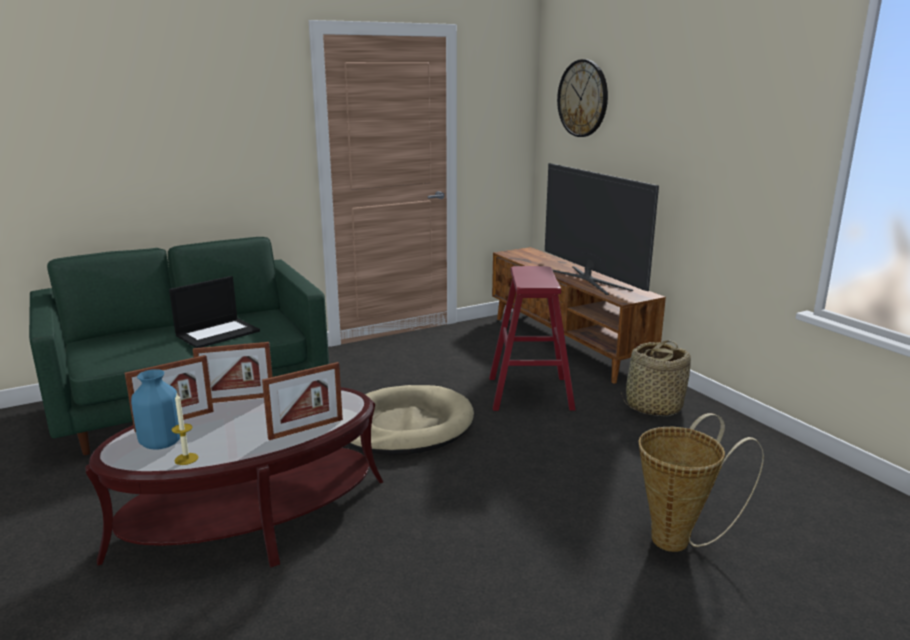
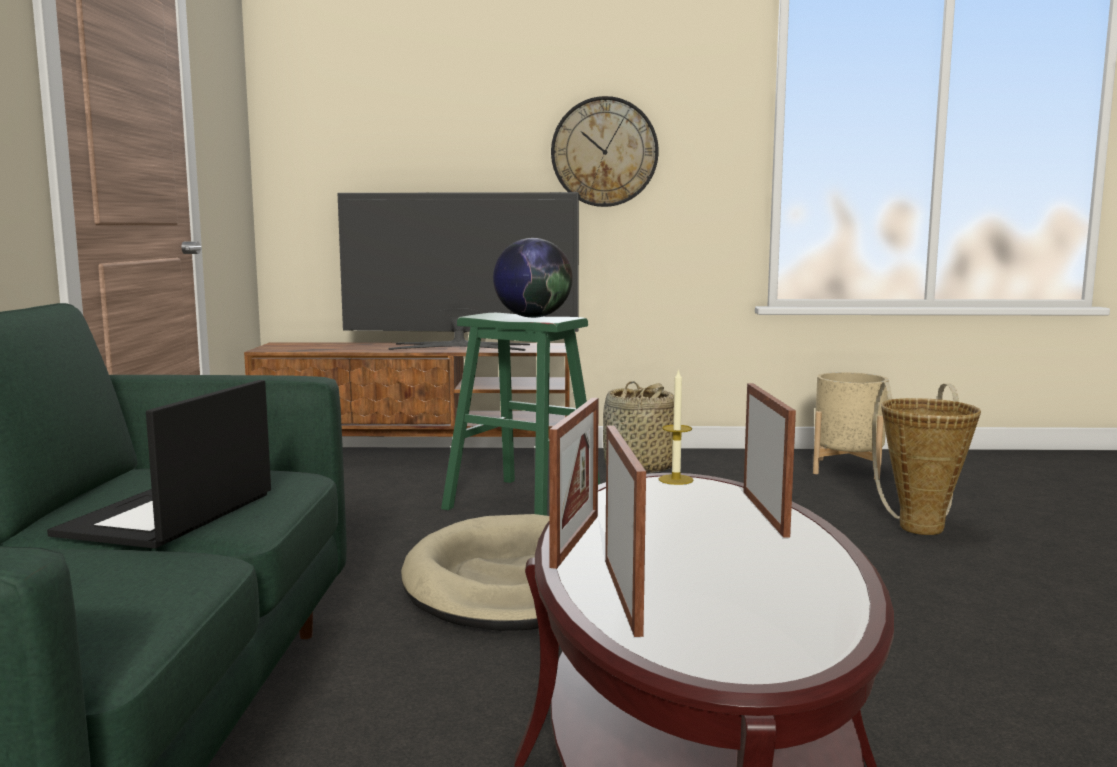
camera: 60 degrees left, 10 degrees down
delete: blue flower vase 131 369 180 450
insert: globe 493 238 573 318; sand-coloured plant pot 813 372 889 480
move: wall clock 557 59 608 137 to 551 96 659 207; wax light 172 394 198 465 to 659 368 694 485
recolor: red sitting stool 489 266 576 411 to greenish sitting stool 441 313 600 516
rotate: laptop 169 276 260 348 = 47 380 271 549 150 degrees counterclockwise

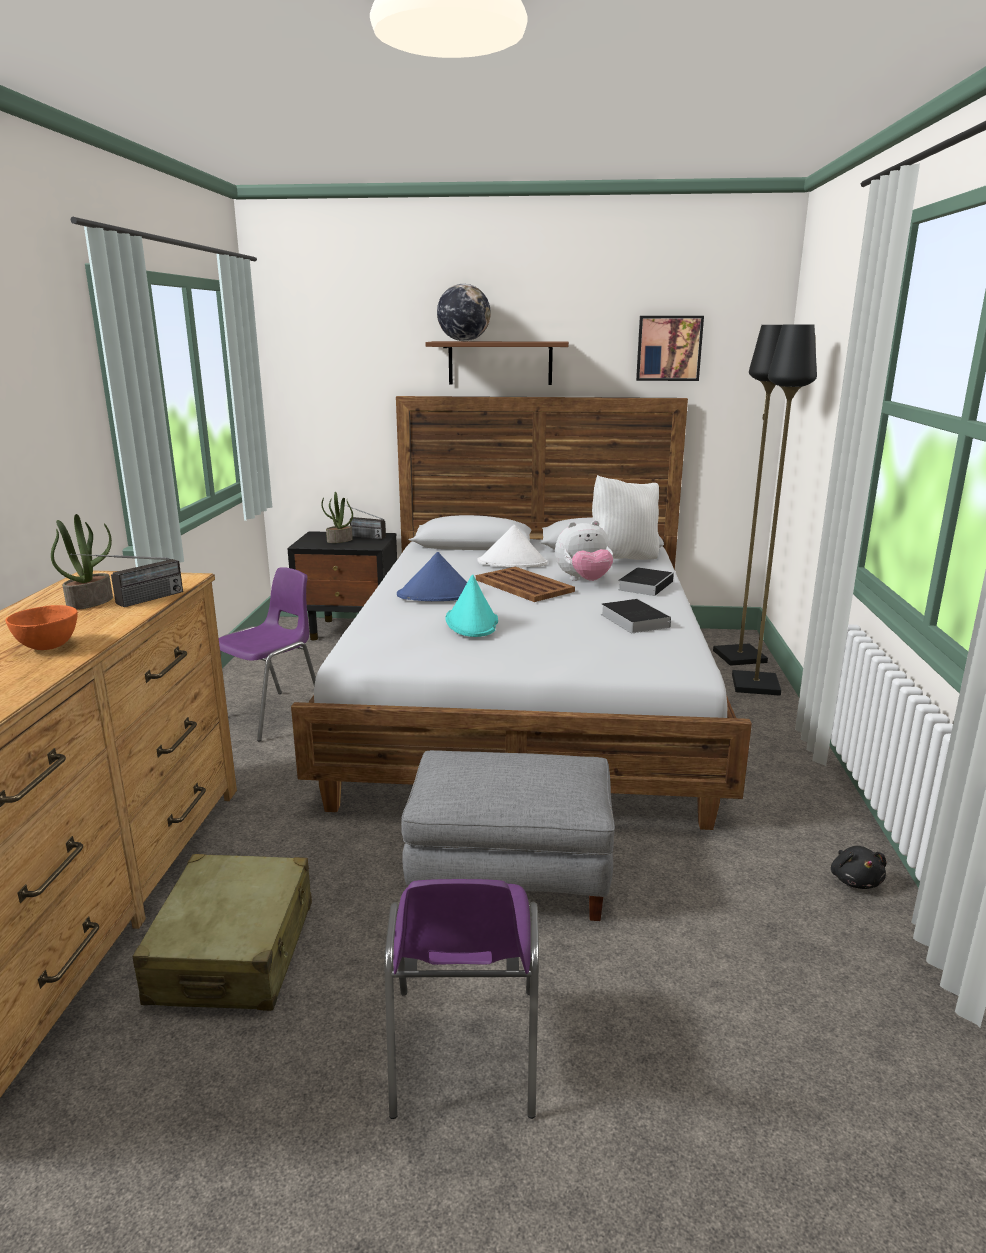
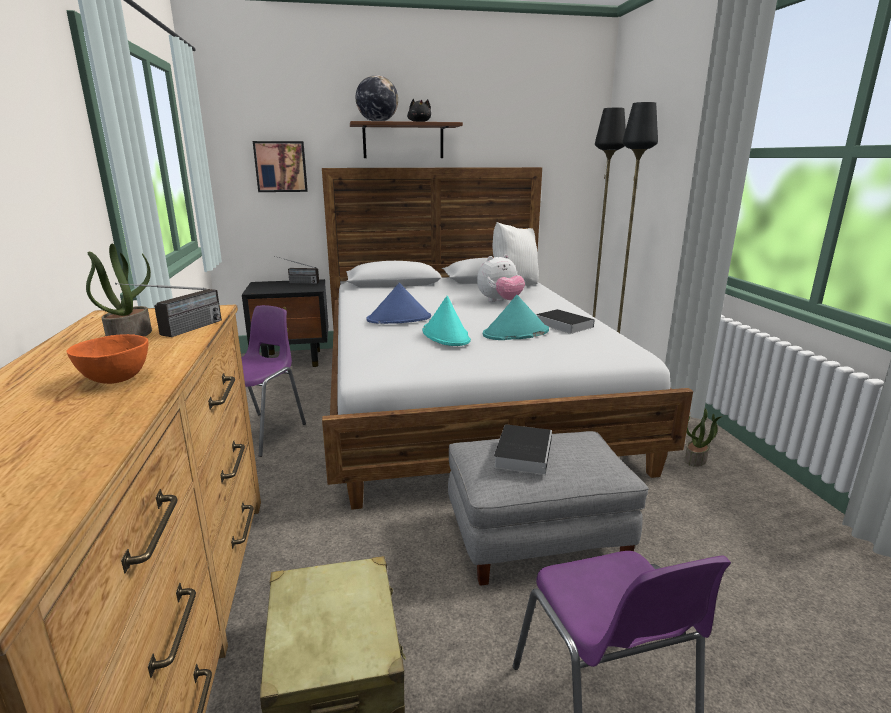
camera: 15 degrees left, 0 degrees up
delete: brownish tray 476 567 575 602; whitish hat 477 525 548 568
insert: turquoise hat 483 295 549 340
move: wall picture 636 316 704 381 to 253 141 308 192; blackish soft toy 831 846 887 889 to 407 99 431 122; book 618 567 674 596 to 493 424 552 475; houseplant 322 492 353 543 to 685 408 722 467

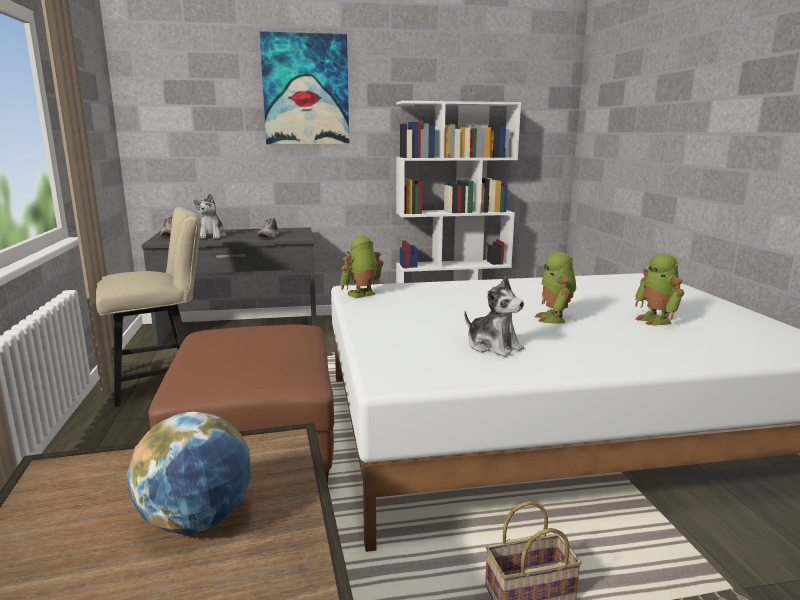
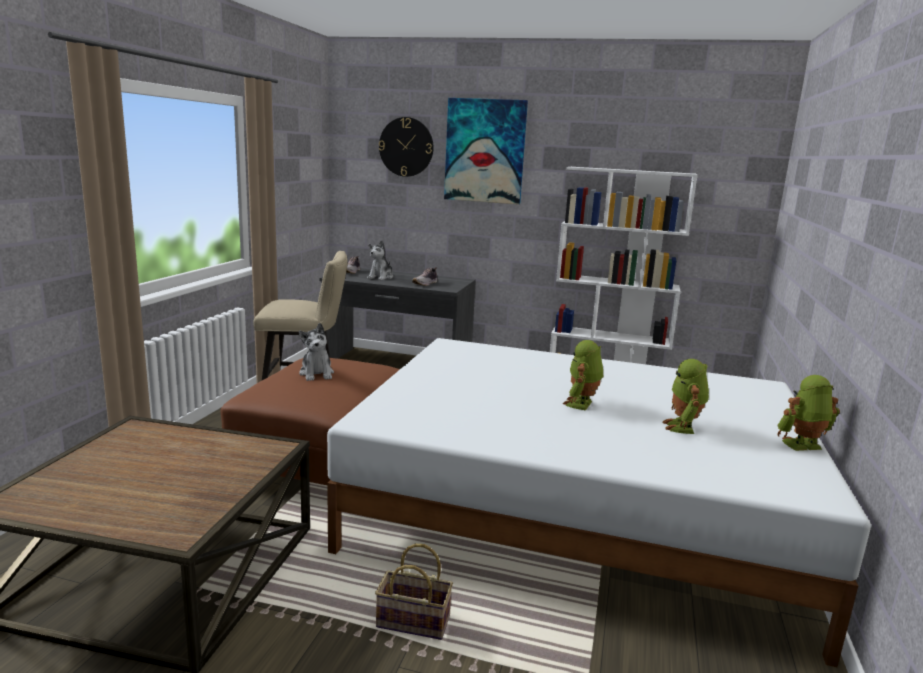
camera: 25 degrees right, 0 degrees up
delete: globe 127 412 251 534
insert: wall clock 379 117 433 177
move: soft toy 464 276 524 357 to 299 323 334 381; model robot 340 236 383 298 to 777 375 840 451

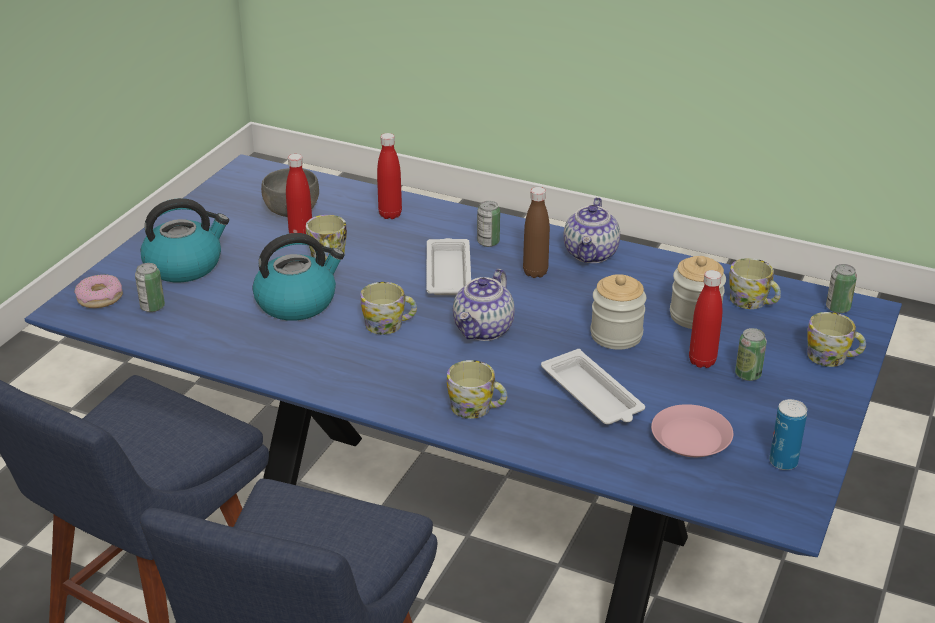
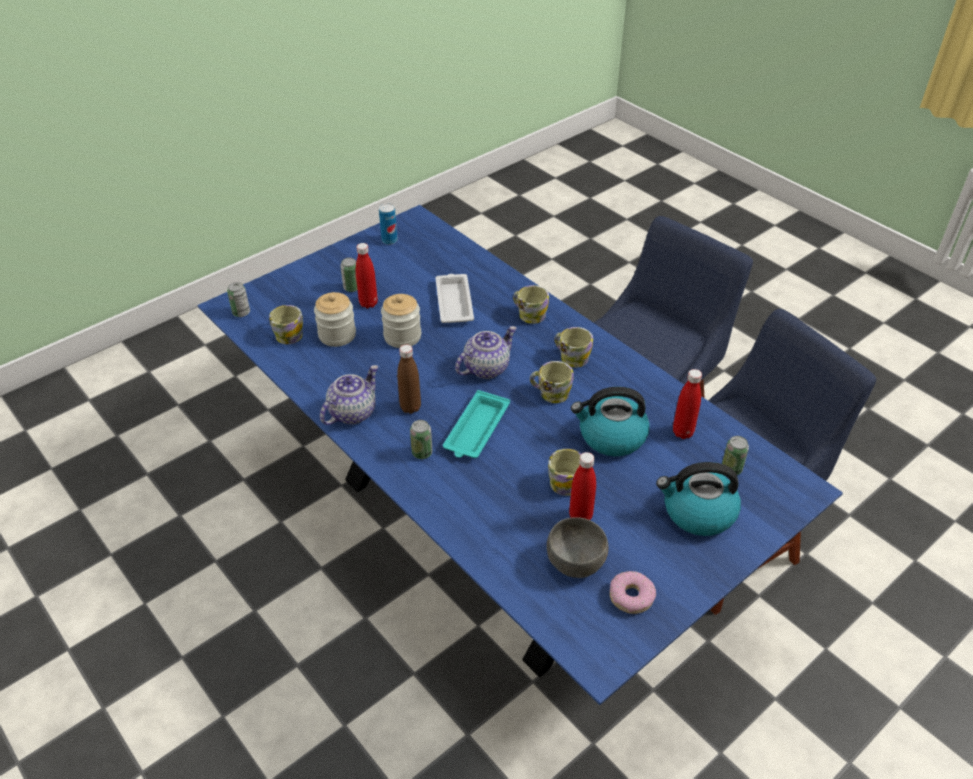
camera: 155 degrees left, 10 degrees up
delete: pinkish plate 651 404 733 457
move: mug 807 312 866 367 to 554 327 593 368; ring doughnut 74 275 123 308 to 610 571 656 614; red drink bottle 377 133 402 219 to 673 369 702 439
recolor: whitish tray 427 238 471 295 to turquoise tray 443 390 510 458

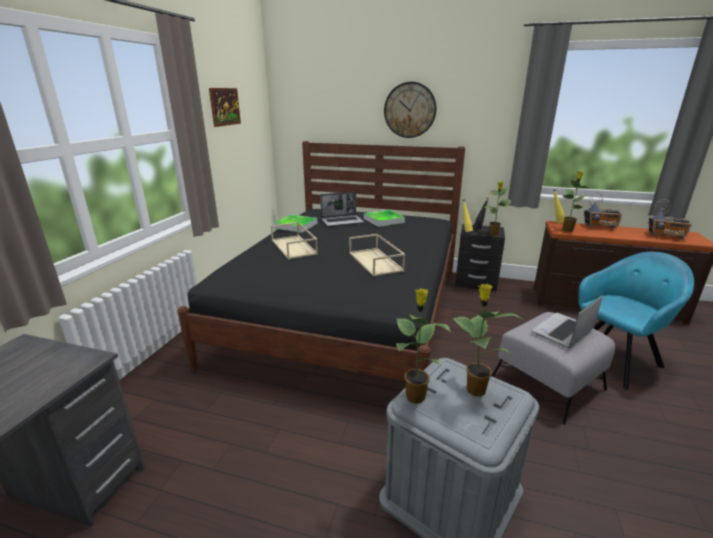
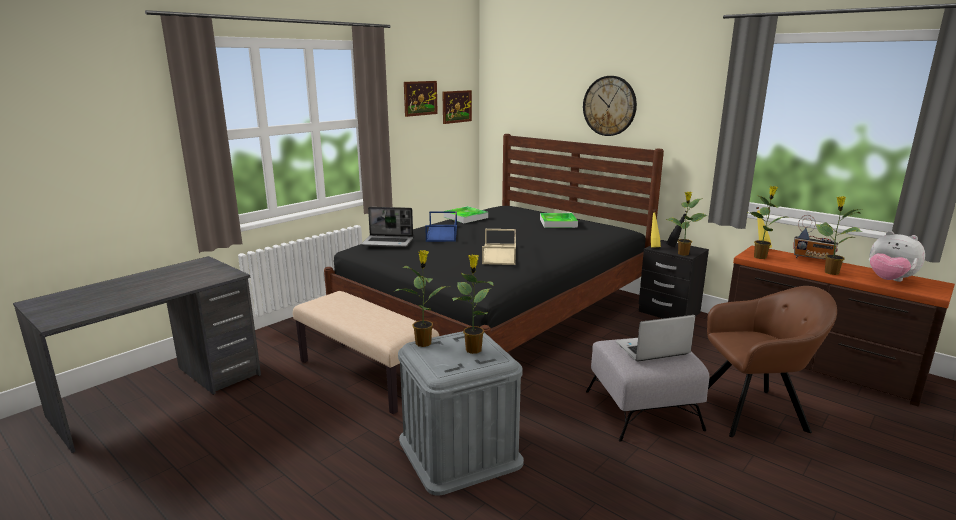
camera: 25 degrees right, 5 degrees down
insert: sand-coloured bench 293 291 439 414; wall picture 442 90 472 124; houseplant 815 196 863 275
move: laptop 320 191 364 226 to 361 207 413 247
replace: radio set 648 199 692 239 to soft toy 869 231 925 282
recolor: sand-coloured tray 271 222 318 259 to blue tray 425 211 457 242; turquoise lounge chair 578 252 694 390 to brownish lounge chair 707 286 837 437

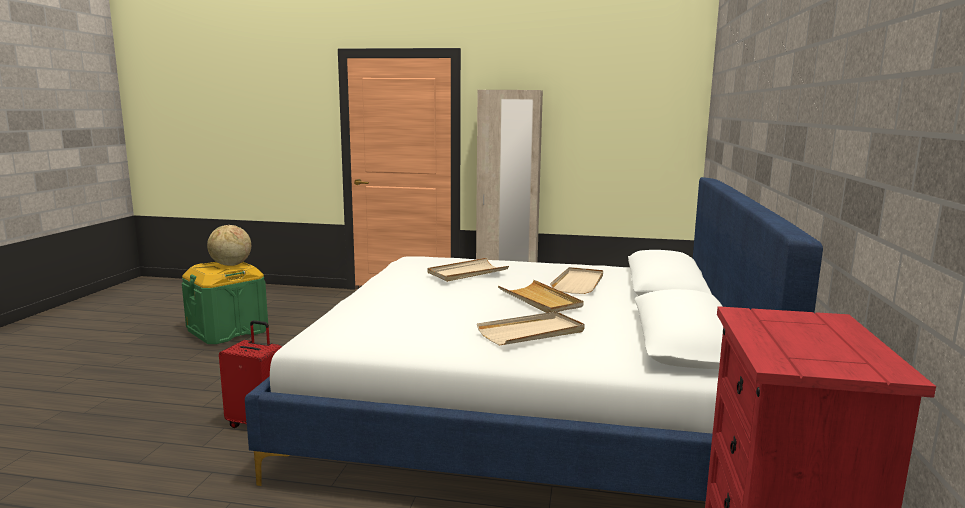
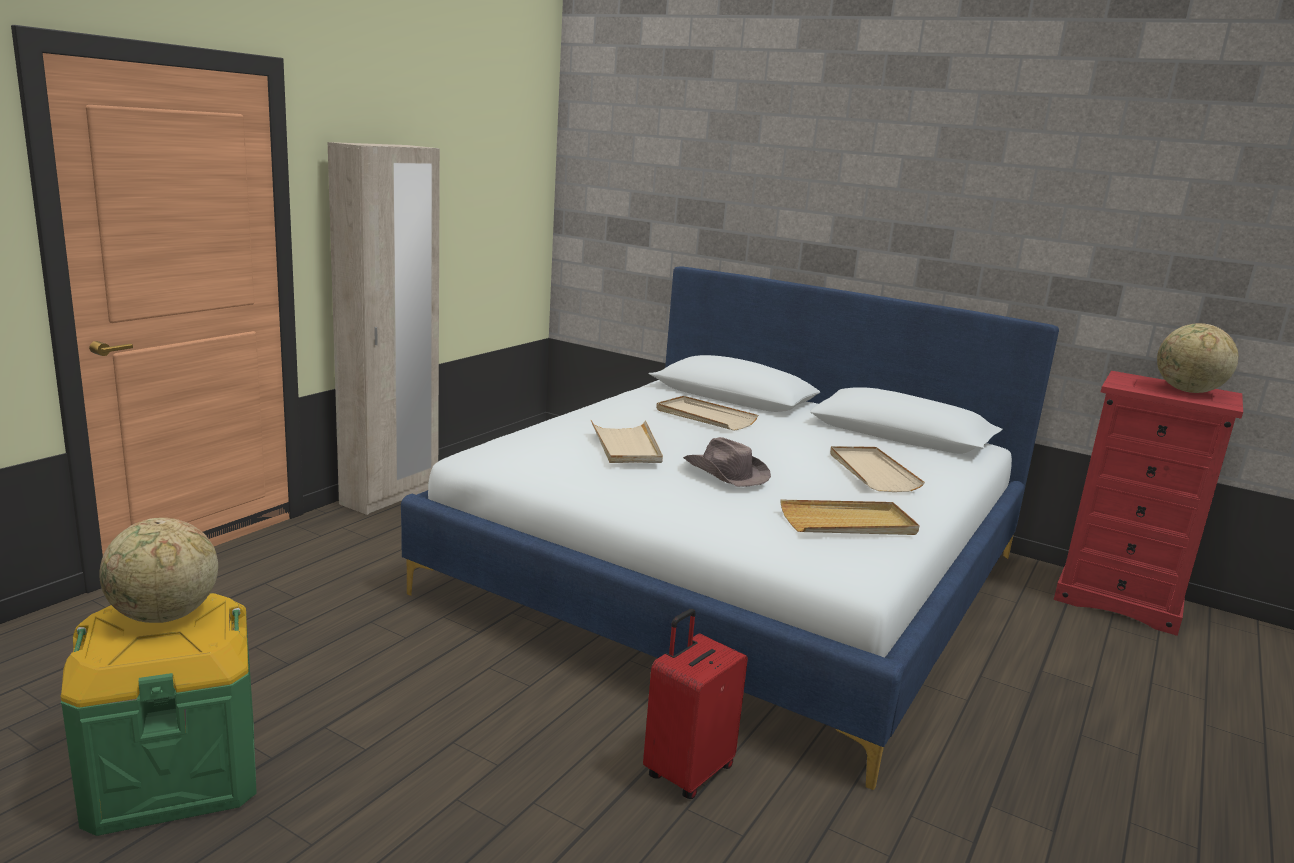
camera: 70 degrees left, 5 degrees up
insert: brownish hat 683 437 771 487; globe 1157 323 1238 393
move: sand-coloured tray 498 280 583 313 to 781 500 920 535

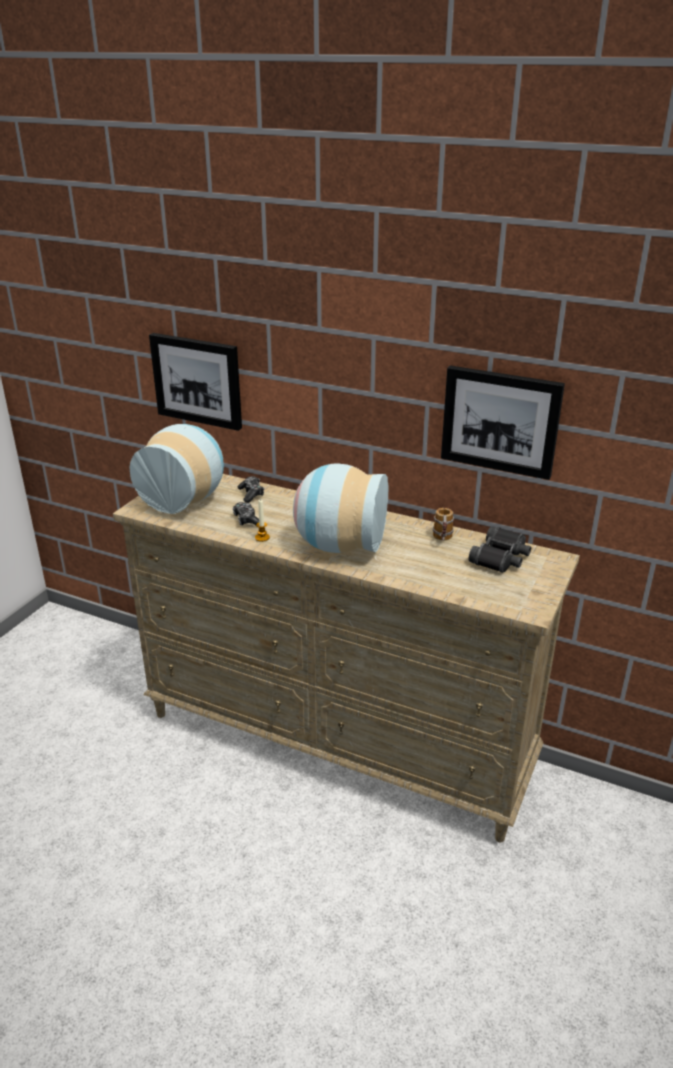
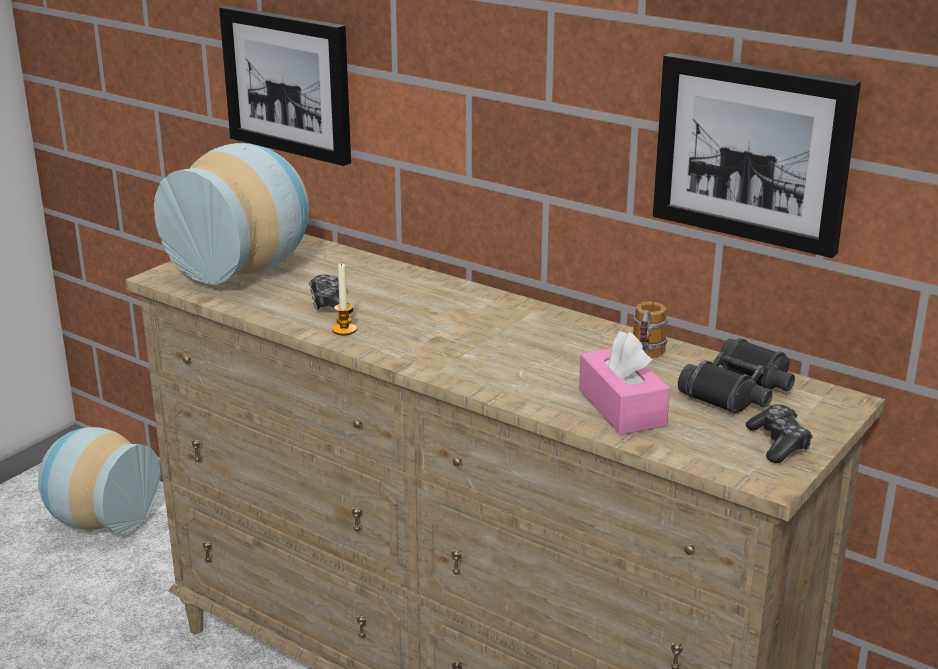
camera: 10 degrees right, 5 degrees down
insert: pinkish box of tissues 579 331 670 435
move: flower vase 293 463 389 553 to 38 427 160 534; gamepad 238 476 264 503 to 746 404 813 463

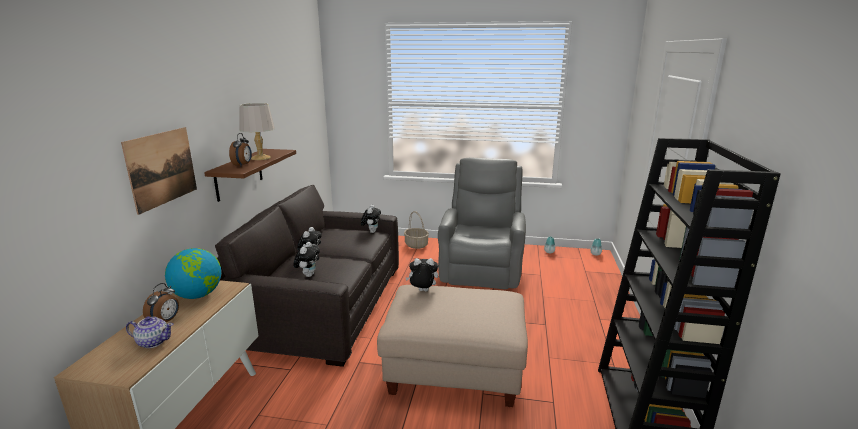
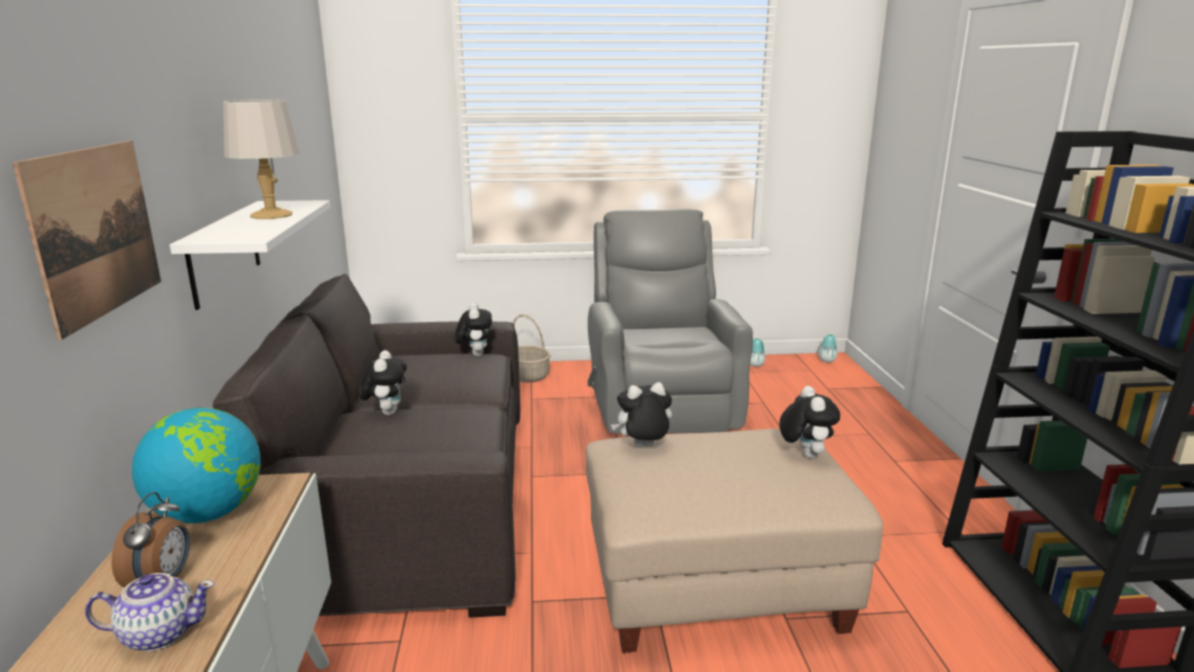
camera: 15 degrees left, 0 degrees up
delete: table clock 229 133 252 166
move: soft toy 293 242 320 277 to 779 386 840 458
recolor: brownish bracket shelf 204 149 296 202 to whitish bracket shelf 170 200 331 310

